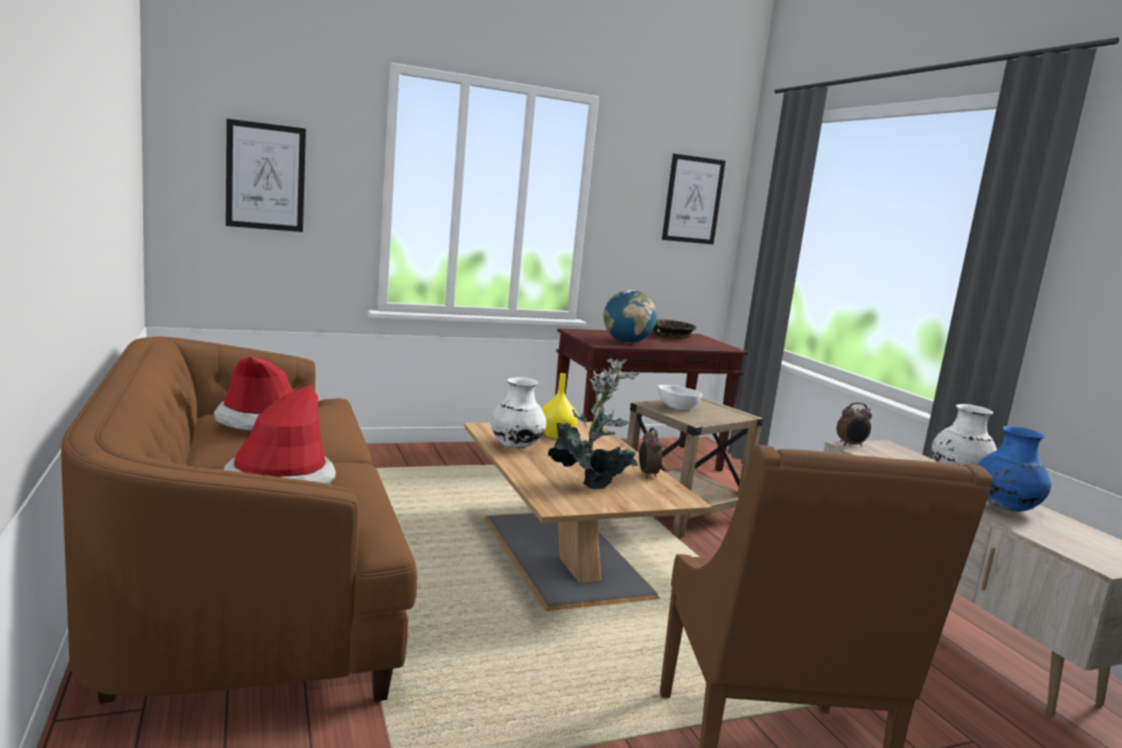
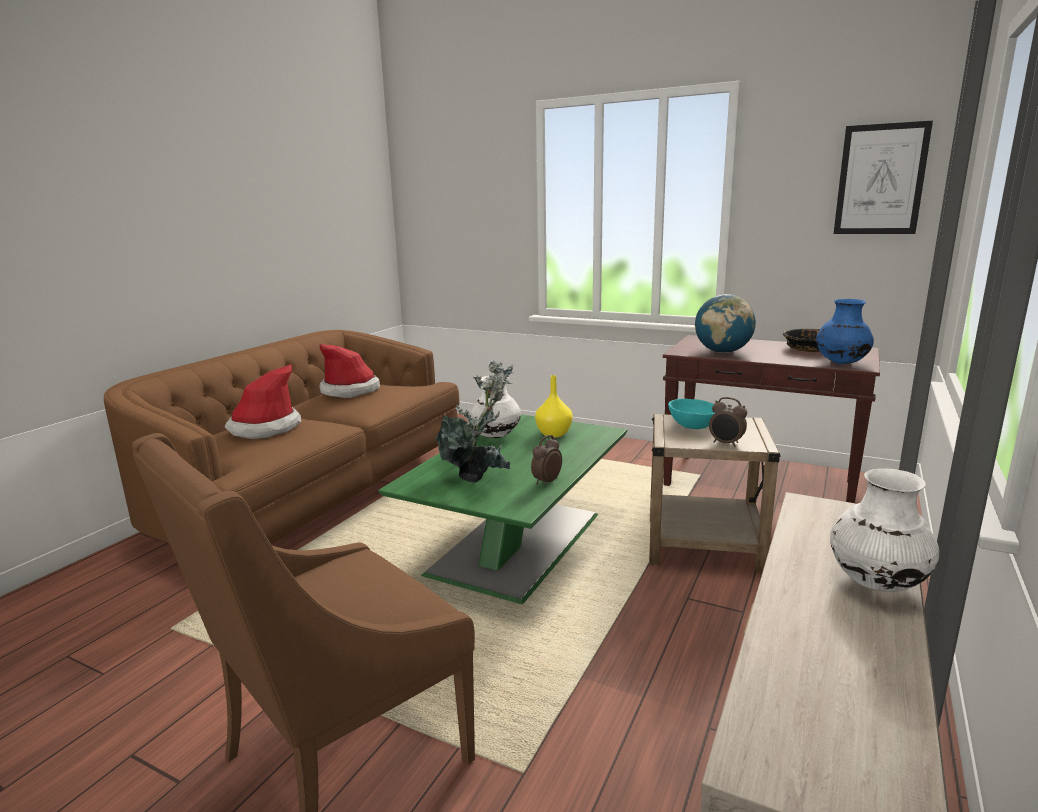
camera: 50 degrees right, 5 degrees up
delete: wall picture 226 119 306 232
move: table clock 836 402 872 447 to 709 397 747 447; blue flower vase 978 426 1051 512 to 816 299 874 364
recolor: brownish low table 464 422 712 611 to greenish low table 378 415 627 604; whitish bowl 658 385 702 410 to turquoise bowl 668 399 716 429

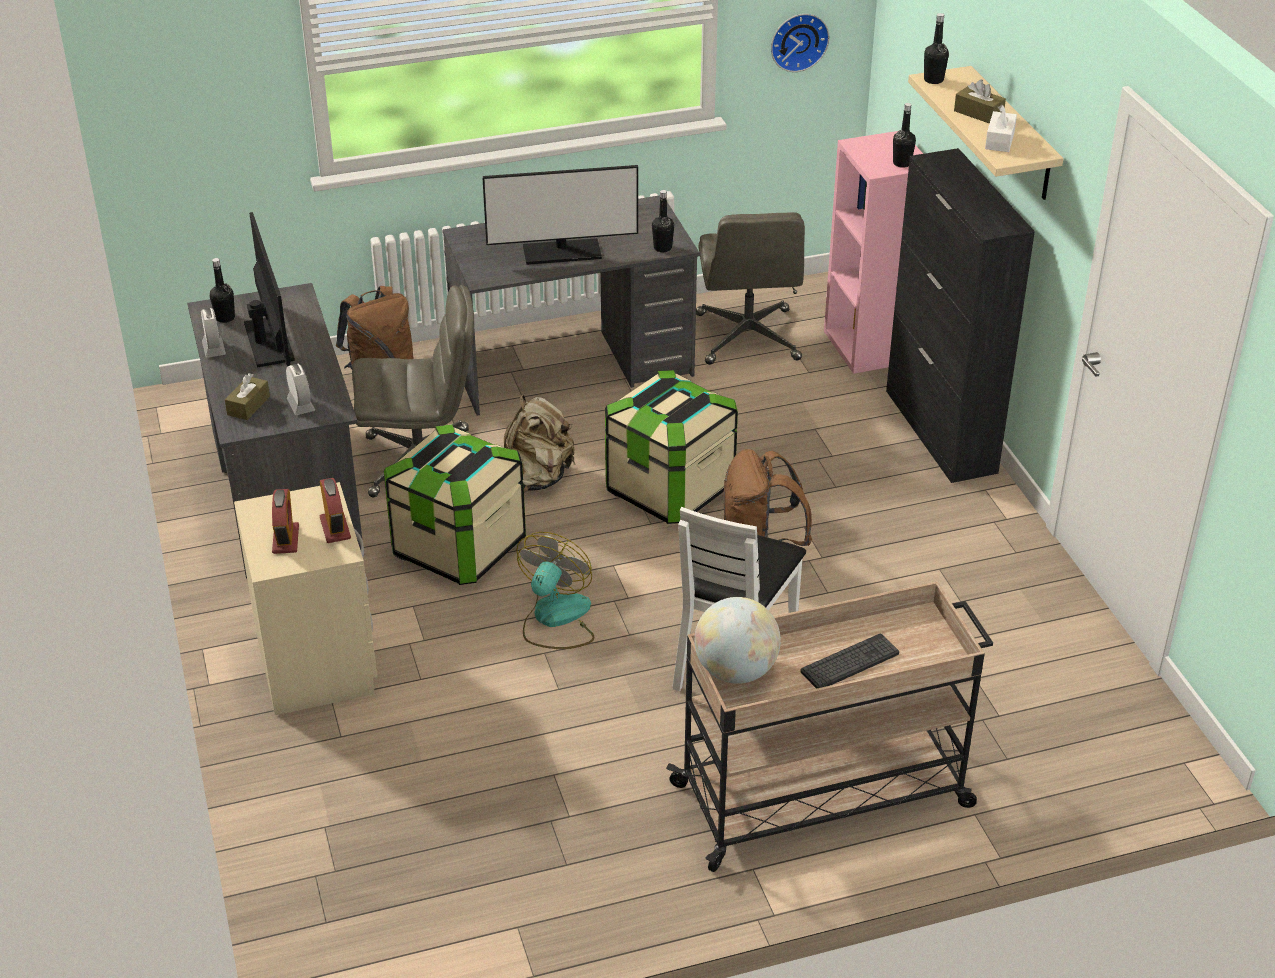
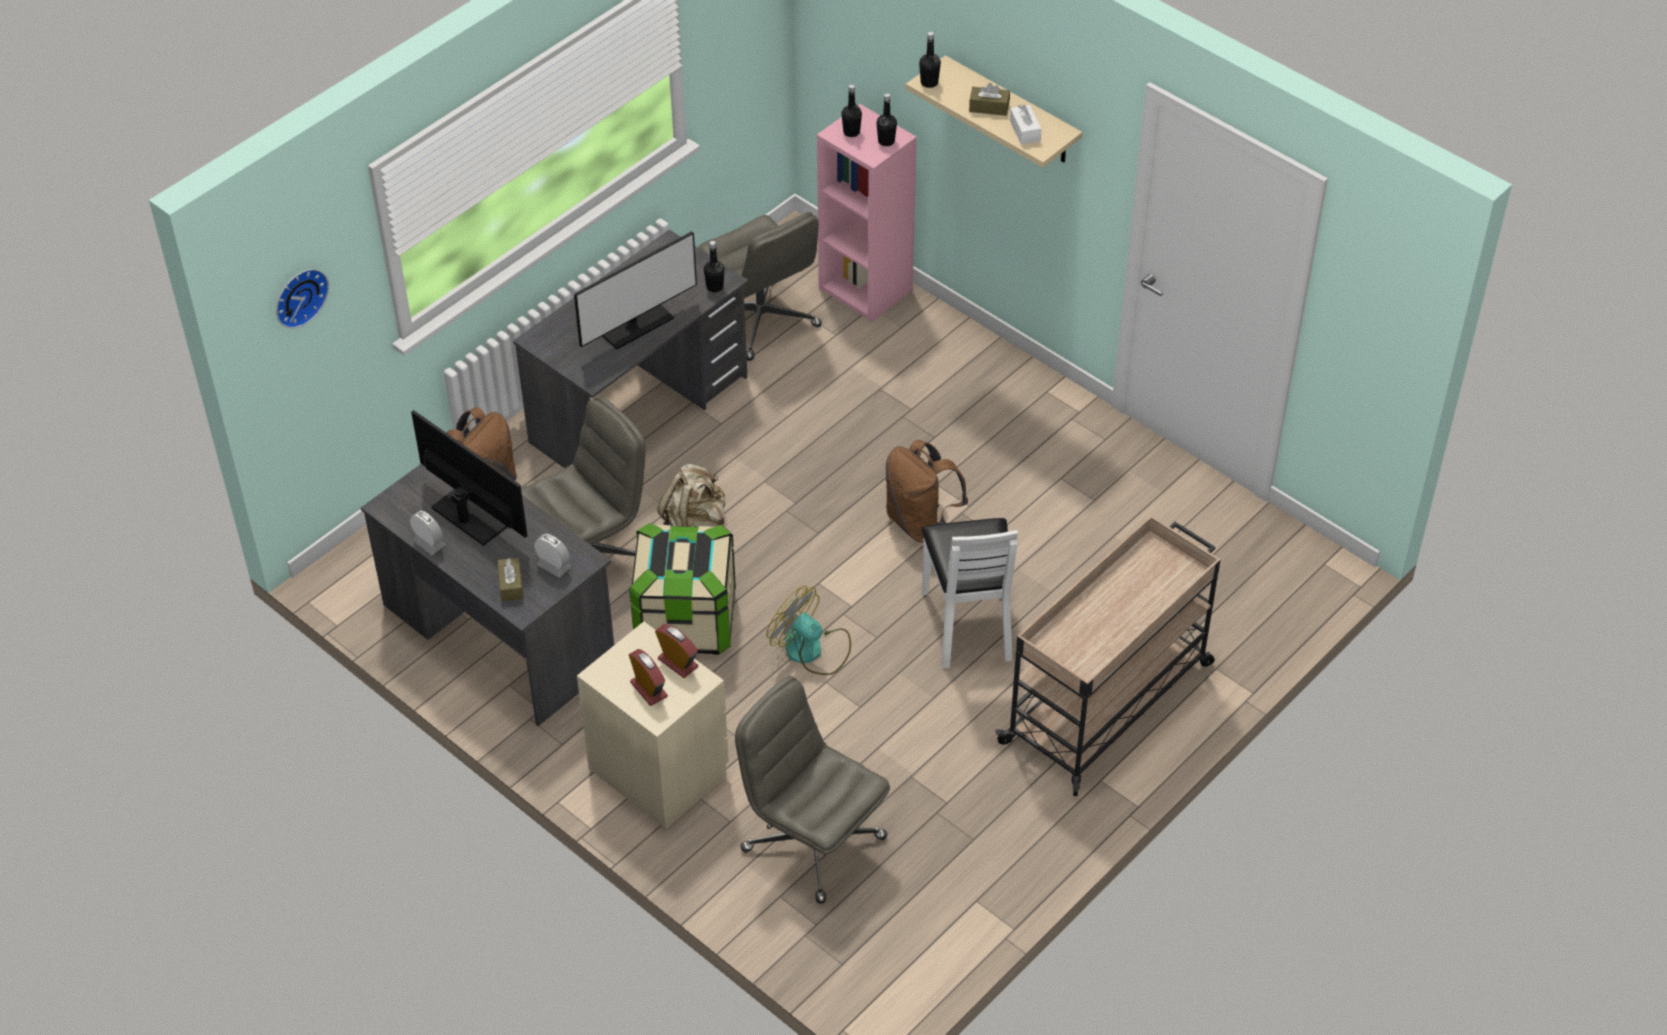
camera: 30 degrees left, 10 degrees up
delete: storage box 605 370 738 524; globe 694 597 781 684; computer keyboard 800 634 899 689; blackish storage cabinet 886 148 1035 483
insert: grey computer chair 735 676 890 904
move: wall clock 771 14 829 72 to 276 269 329 328; blackish drink bottle 210 258 235 323 to 842 84 862 137
rotate: fan 517 532 594 649 = 766 586 851 675 45 degrees counterclockwise

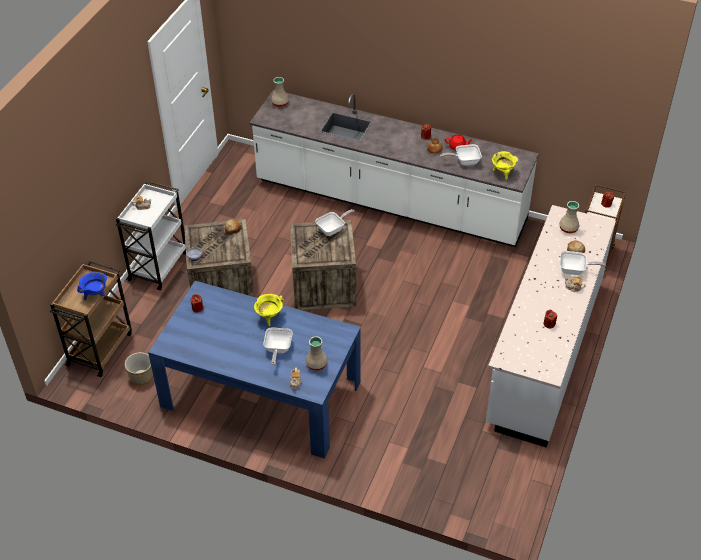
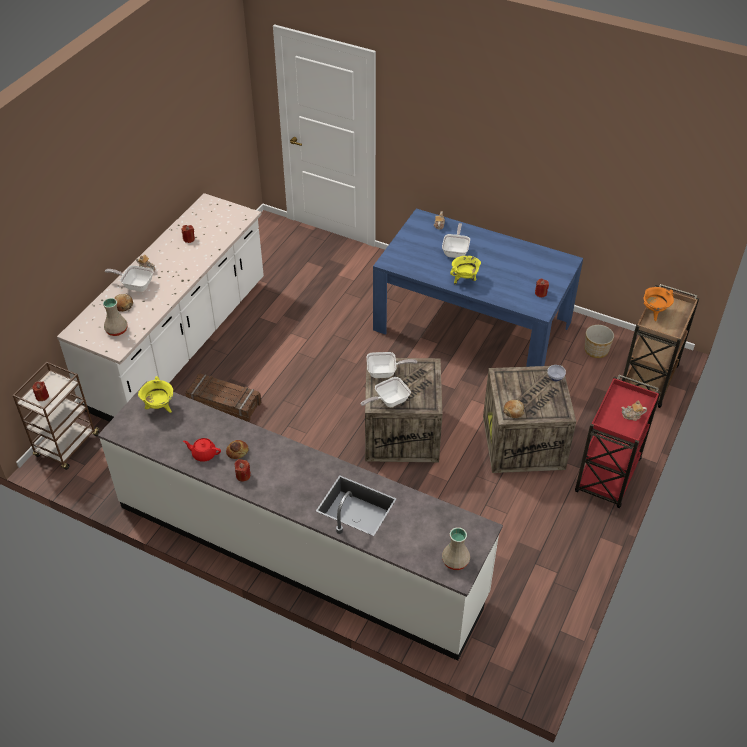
camera: 175 degrees left, 0 degrees up
delete: sand-coloured flower vase 306 336 327 371
insert: shipping crate 185 374 261 422
move: pan 440 144 482 166 to 367 352 417 378
recolor: whitish trolley 116 181 186 290 to red trolley 575 375 661 508; blue saucepot 77 272 107 300 to orangey saucepot 644 287 674 321

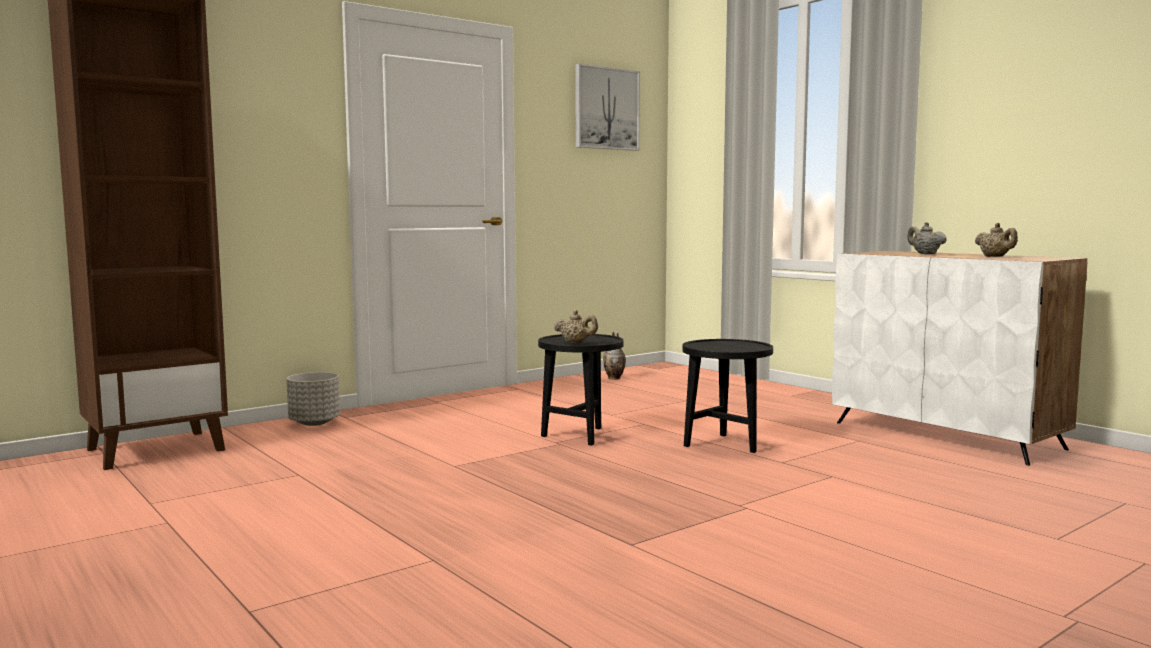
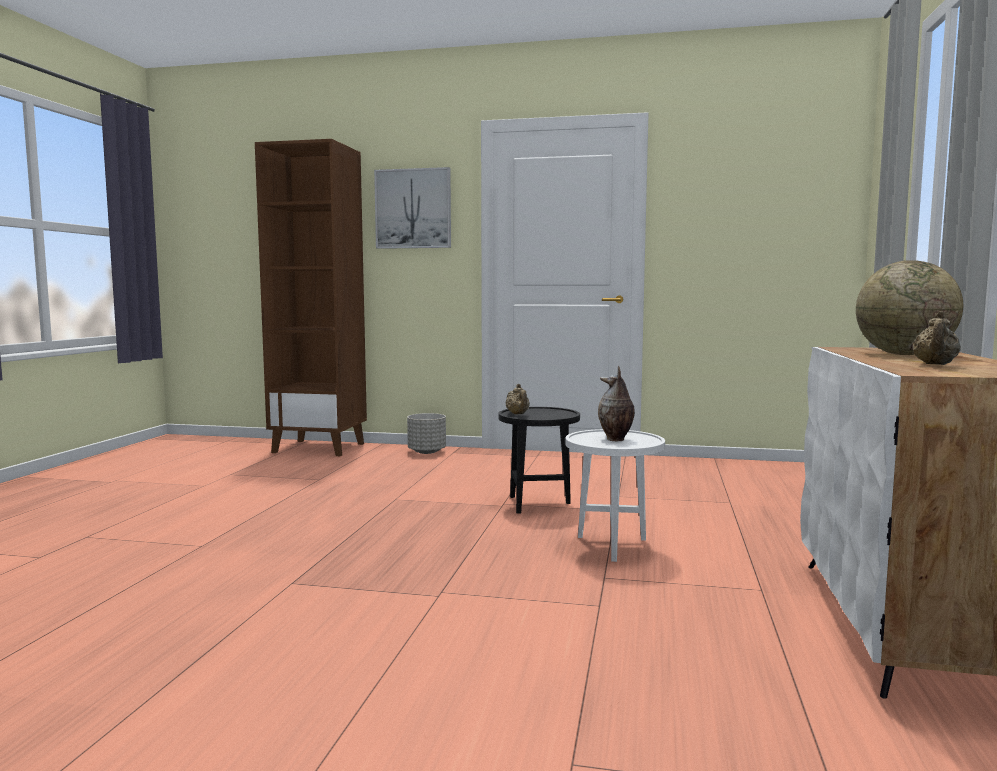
camera: 50 degrees right, 0 degrees up
move: wall picture 575 64 640 151 to 374 167 451 249; flower vase 603 332 626 380 to 598 366 635 441
replace: sand-coloured teapot 907 222 947 254 to globe 856 260 963 355
recolor: blackish side table 682 339 773 453 to whitish side table 565 429 665 562

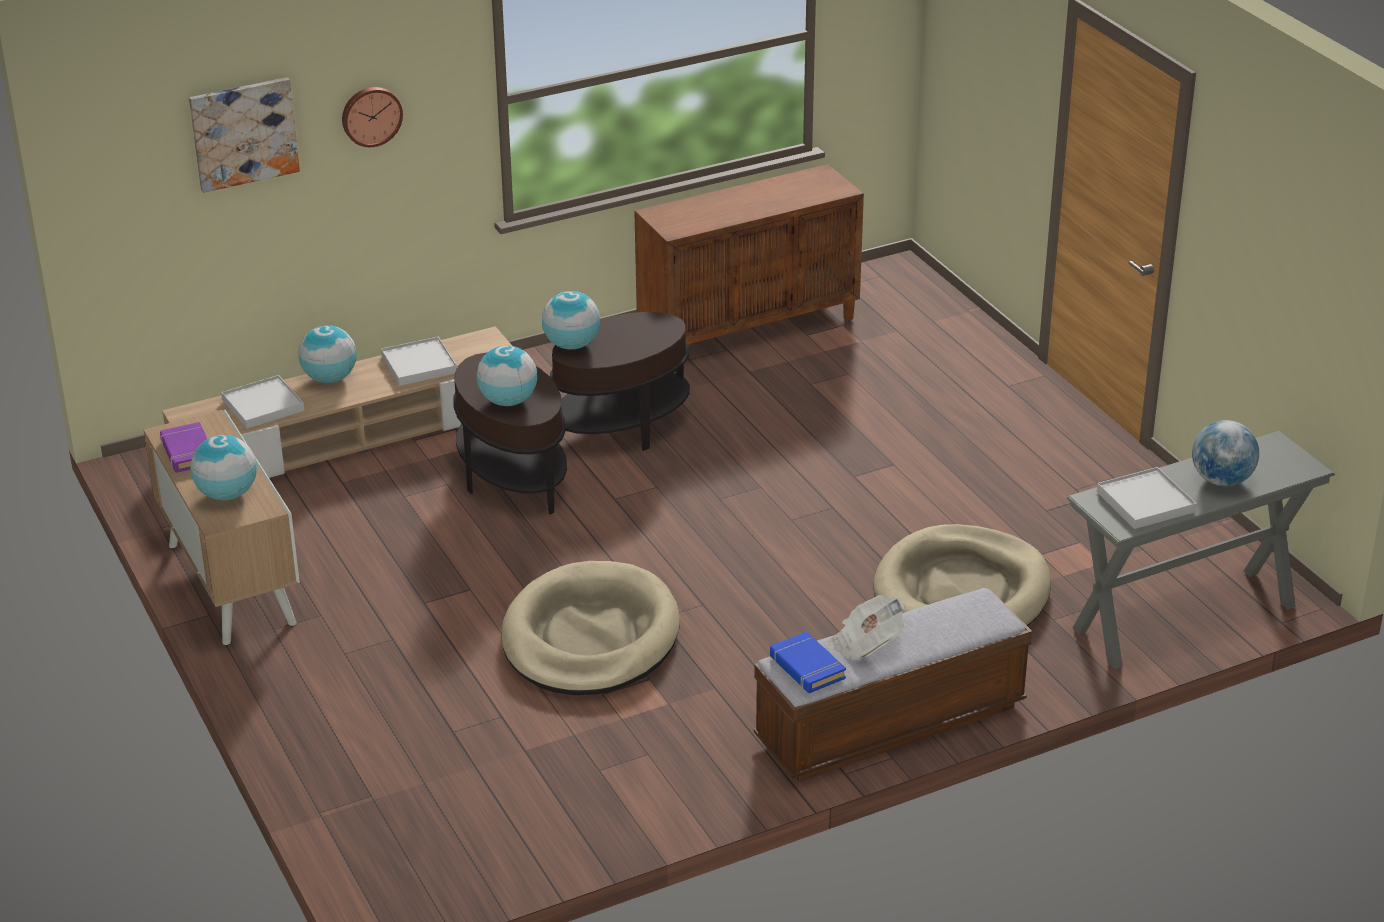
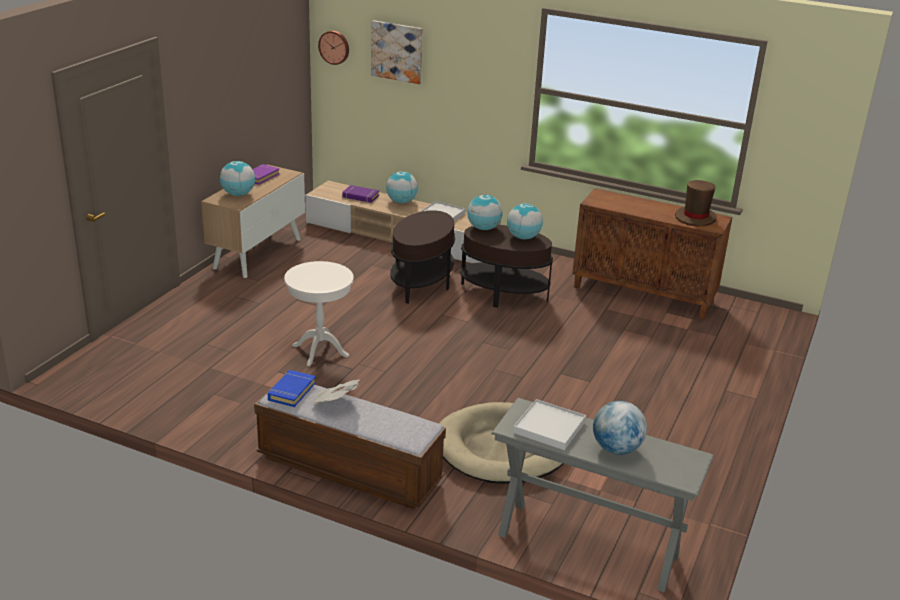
camera: 50 degrees right, 5 degrees down
insert: brownish hat 675 180 717 226
move: wall clock 342 87 403 147 to 318 31 349 65; globe 477 345 537 406 to 507 203 543 239
replace: sand-coloured dog cushion 502 561 680 695 to whitish side table 284 261 354 366; whitish tray 221 375 305 429 to purple book 342 185 379 203

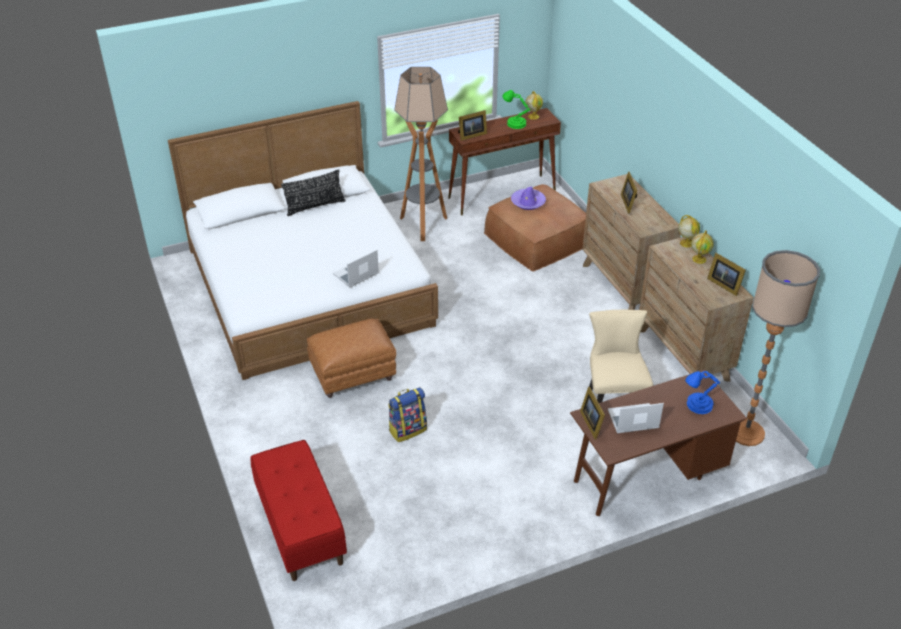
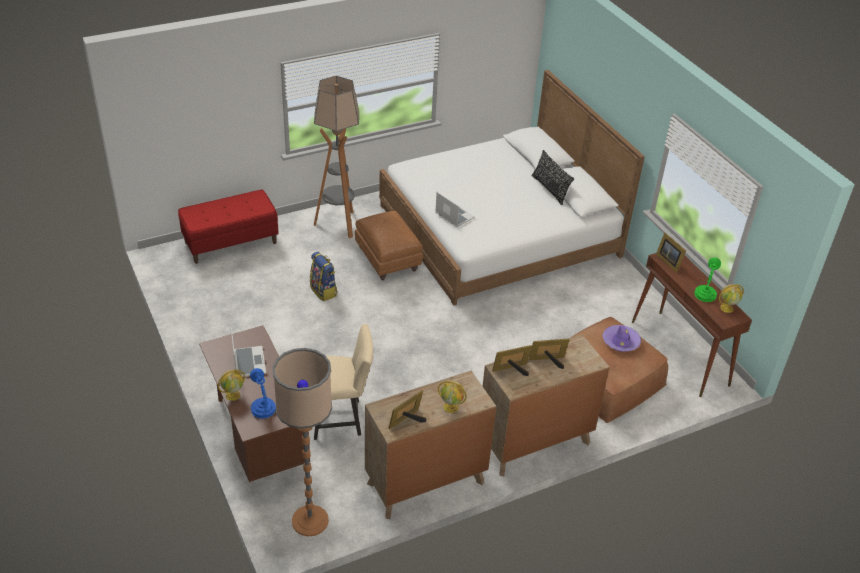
camera: 85 degrees right, 0 degrees up
move: globe 678 215 700 248 to 218 369 245 401; standard lamp 394 67 448 241 to 314 76 359 239; standing frame 580 387 605 440 to 492 345 532 376

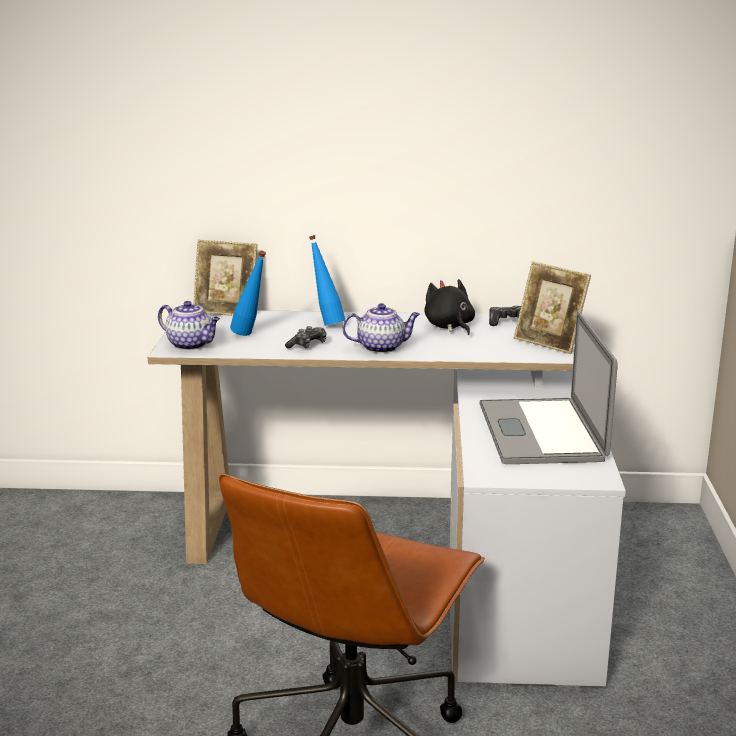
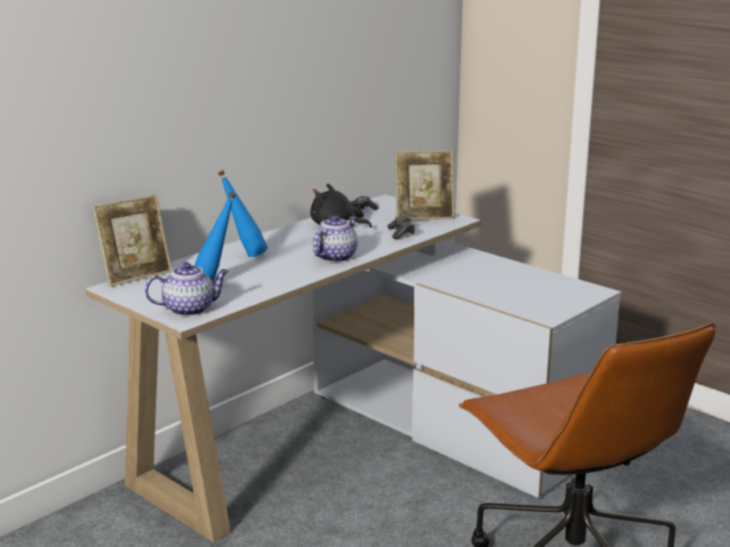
camera: 50 degrees left, 0 degrees up
delete: laptop 480 311 618 464
move: gamepad 285 326 327 349 to 387 216 415 240

